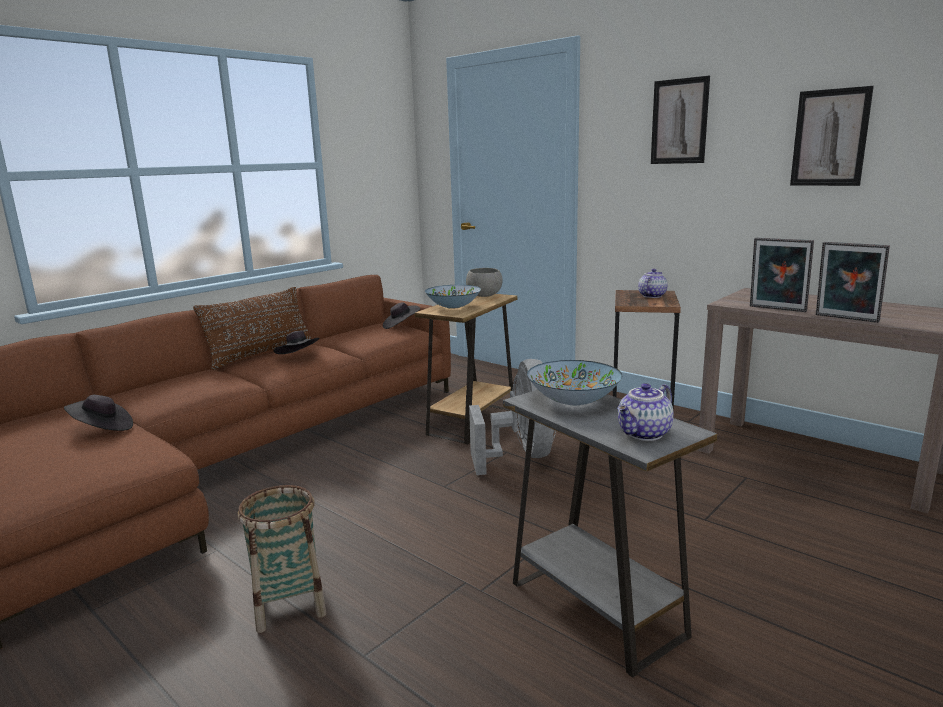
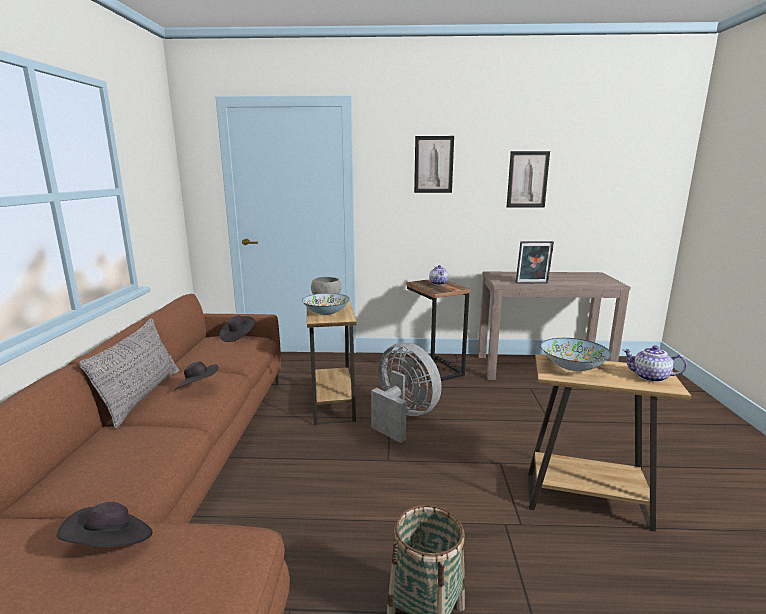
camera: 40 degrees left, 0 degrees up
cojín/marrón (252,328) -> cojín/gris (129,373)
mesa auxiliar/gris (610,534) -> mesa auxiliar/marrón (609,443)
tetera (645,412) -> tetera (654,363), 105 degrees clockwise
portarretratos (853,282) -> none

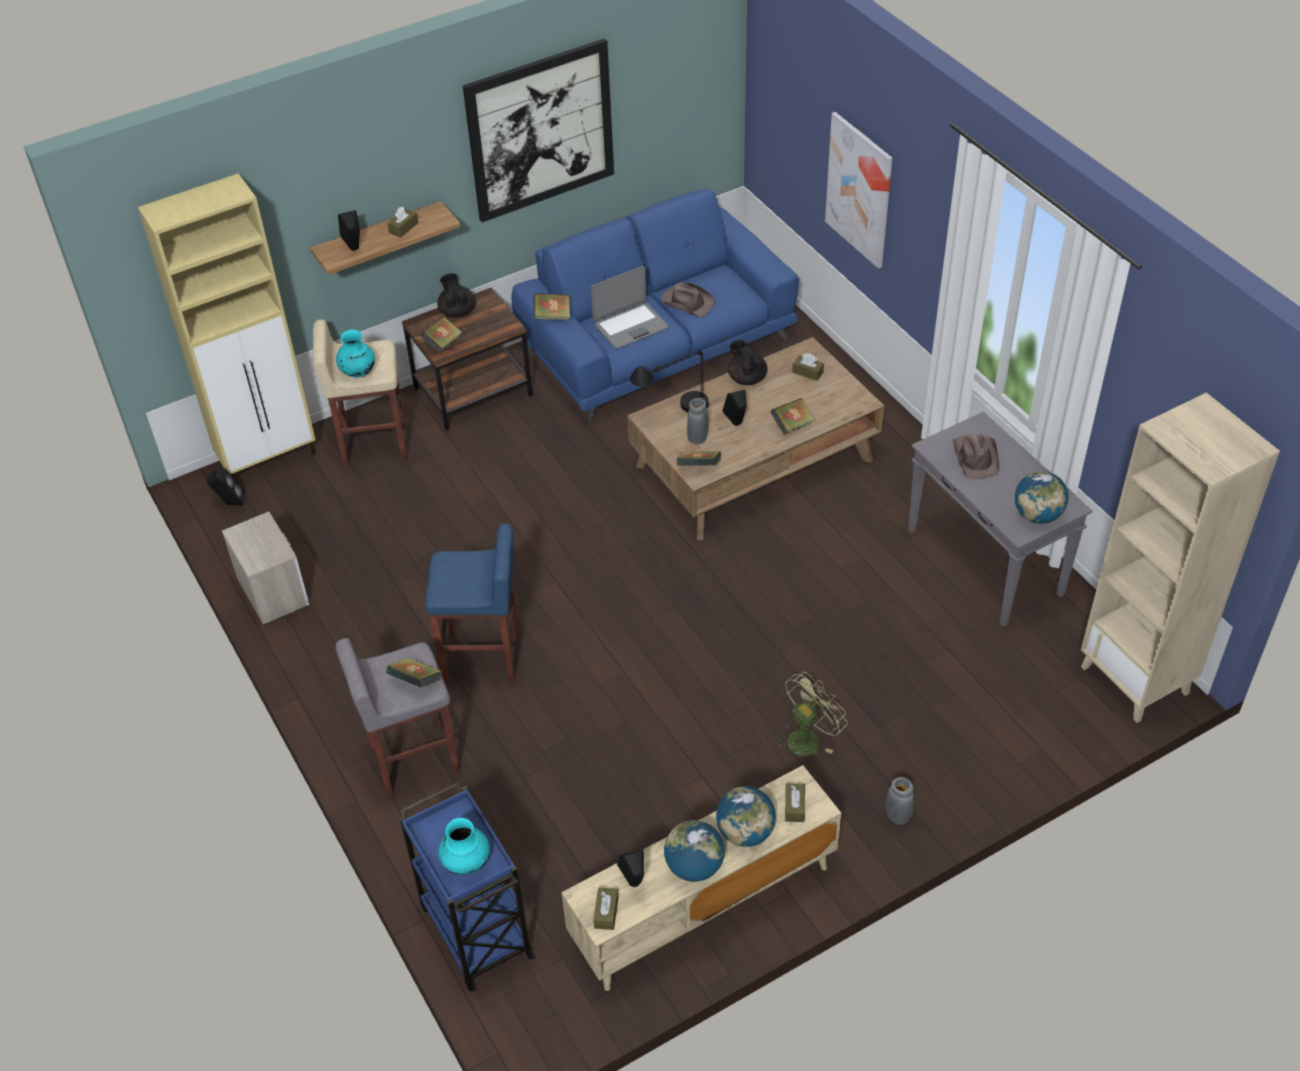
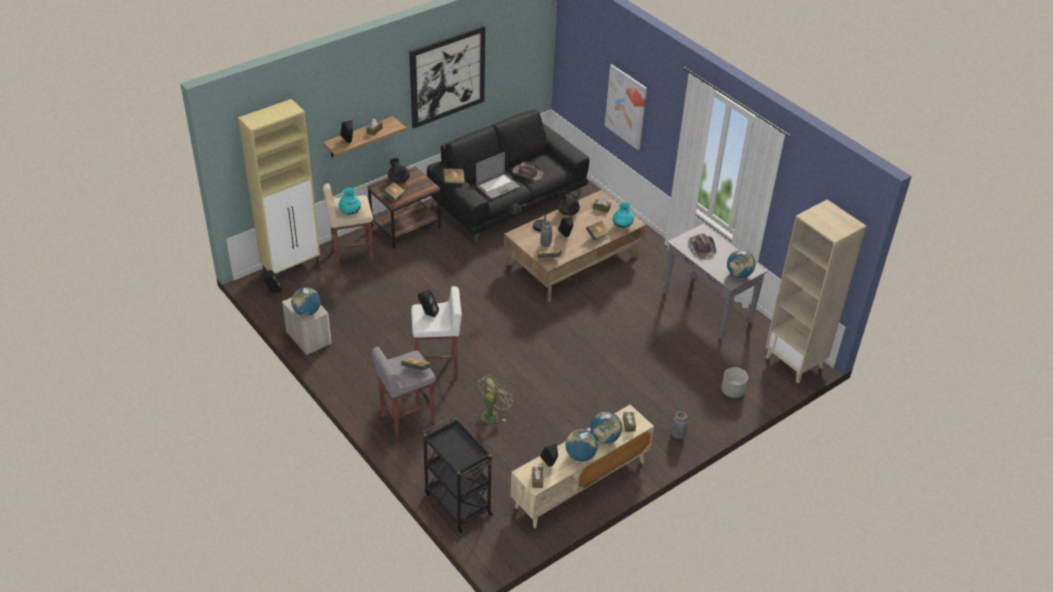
camera: 10 degrees left, 5 degrees down
carrito/azul (467,887) -> carrito/negro (458,475)
taburete/azul (472,604) -> taburete/blanco (436,332)
florero/turquesa (464,846) -> florero/turquesa (623,215), move
sofá/azul (655,306) -> sofá/negro (508,176)
ventilador/verde (812,714) -> ventilador/verde (494,399), move
none -> globo terráqueo (305,301)
none -> altavoz/negro (428,303)
none -> maceta/gris (734,382)

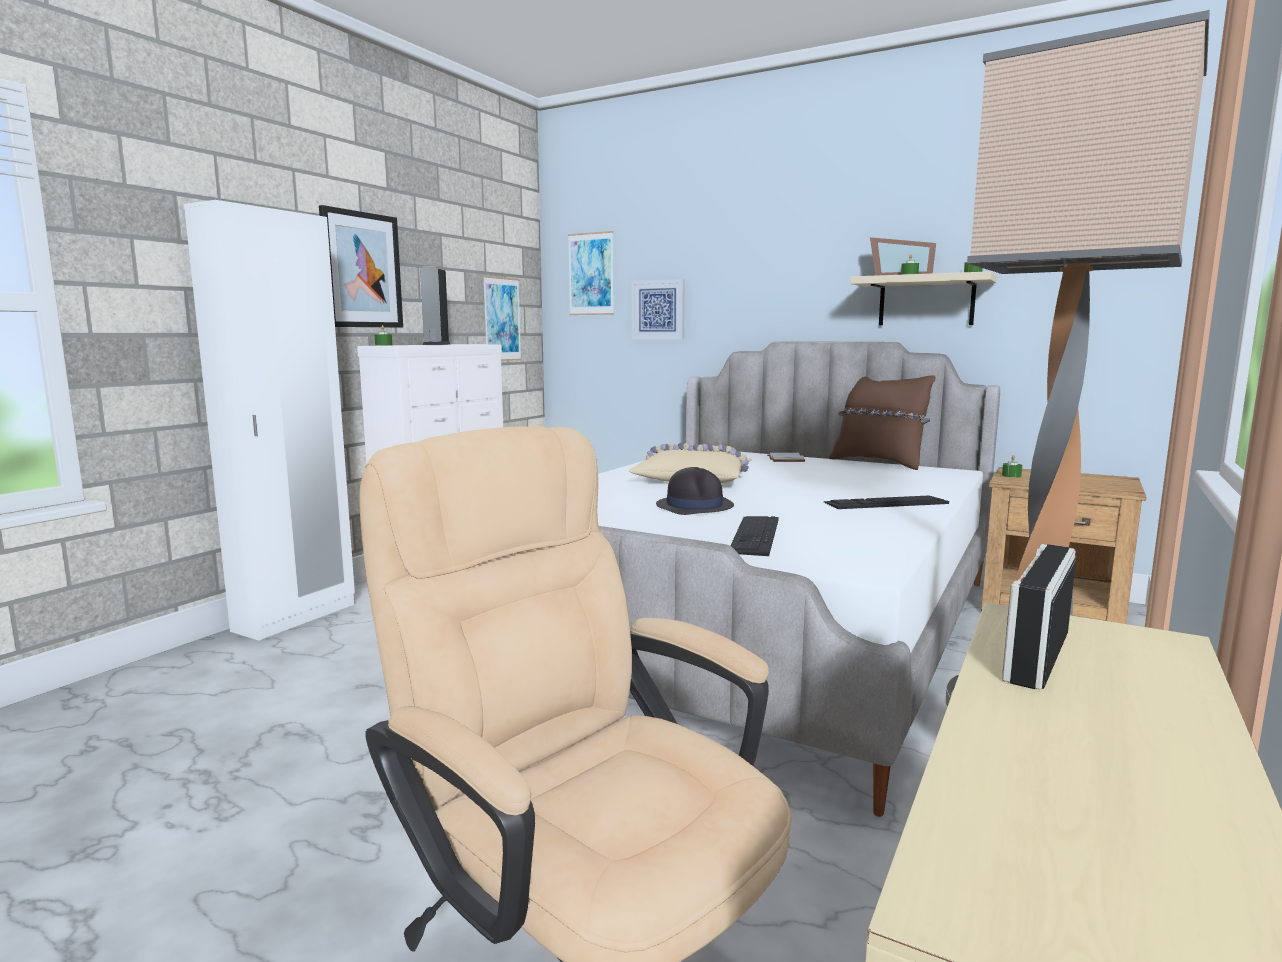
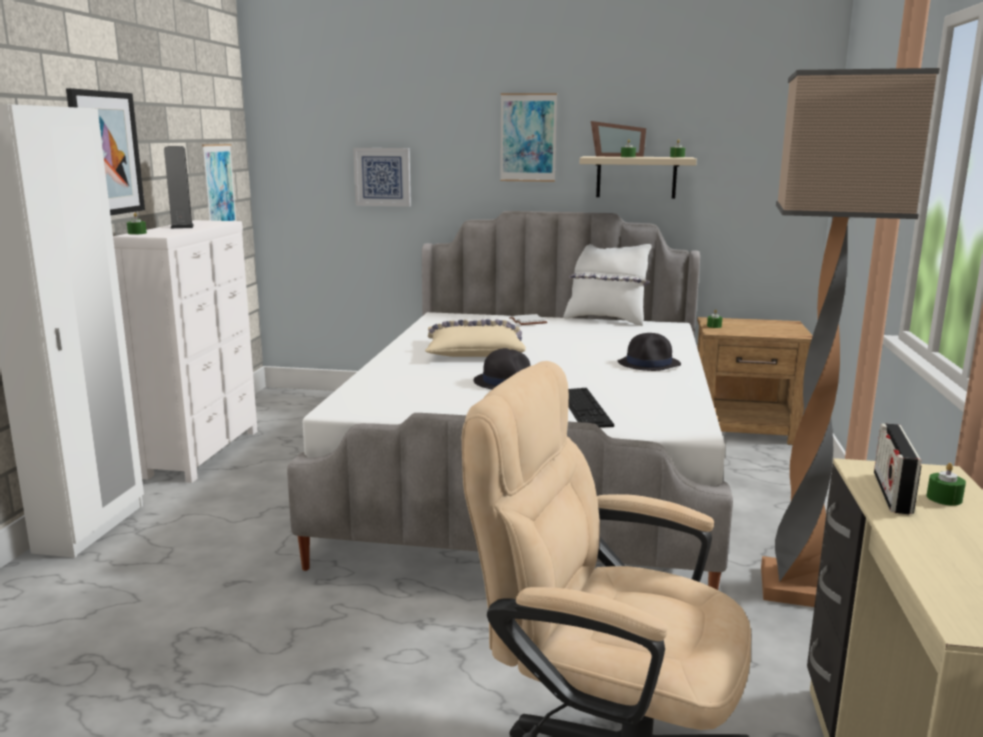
camera: 20 degrees left, 5 degrees up
cuadro (591,273) -> cuadro (528,137), move
teclado (886,502) -> sombrero/negro (649,352)
cojín/marrón (882,422) -> cojín/blanco (607,285)
none -> vela/verde (946,484)

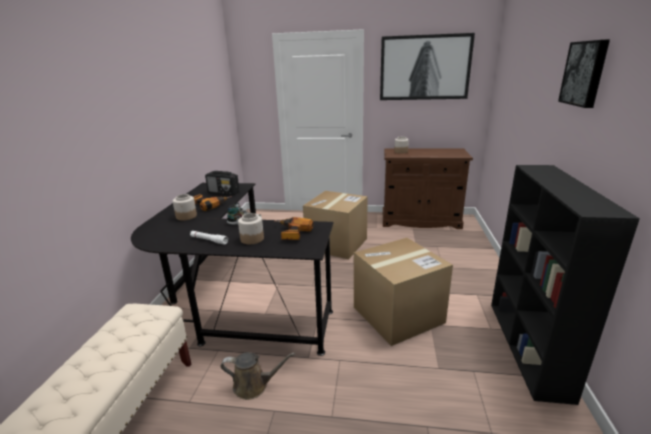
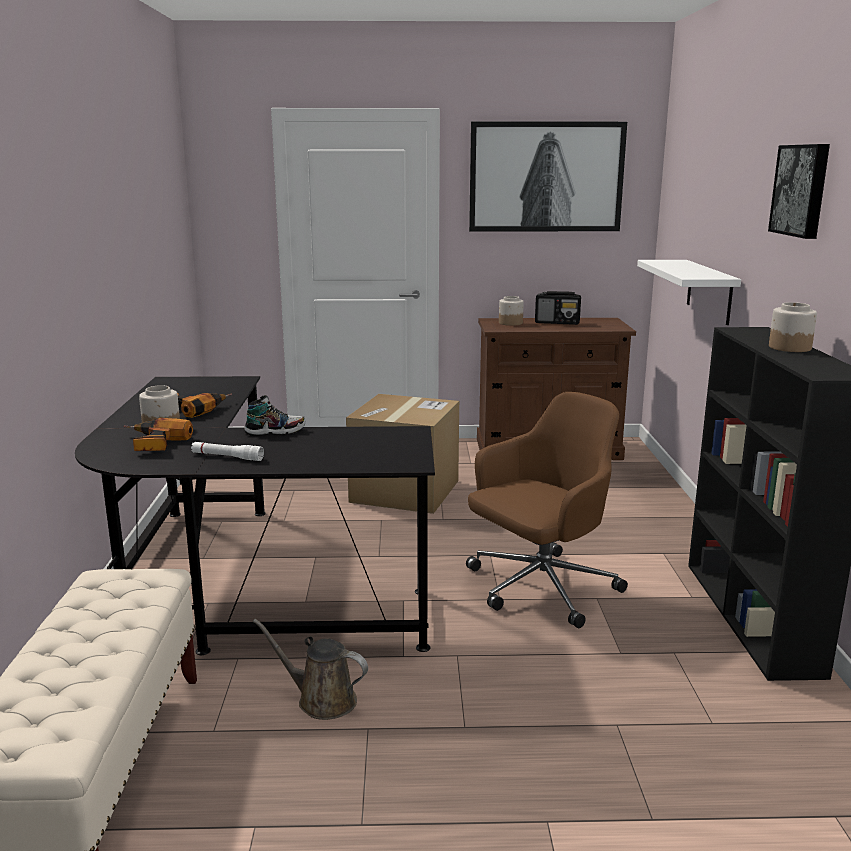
camera: 10 degrees left, 5 degrees down
radio (222,183) -> radio (558,308), move
regadera/marrón (258,376) -> regadera/marrón (310,669), 150 degrees counterclockwise
tarro (251,228) -> tarro (793,327), move
taladro (294,228) -> taladro (158,434), move
caja de cartón (403,292) -> silla de oficina/marrón (547,510)
none -> estante/blanco (689,292)

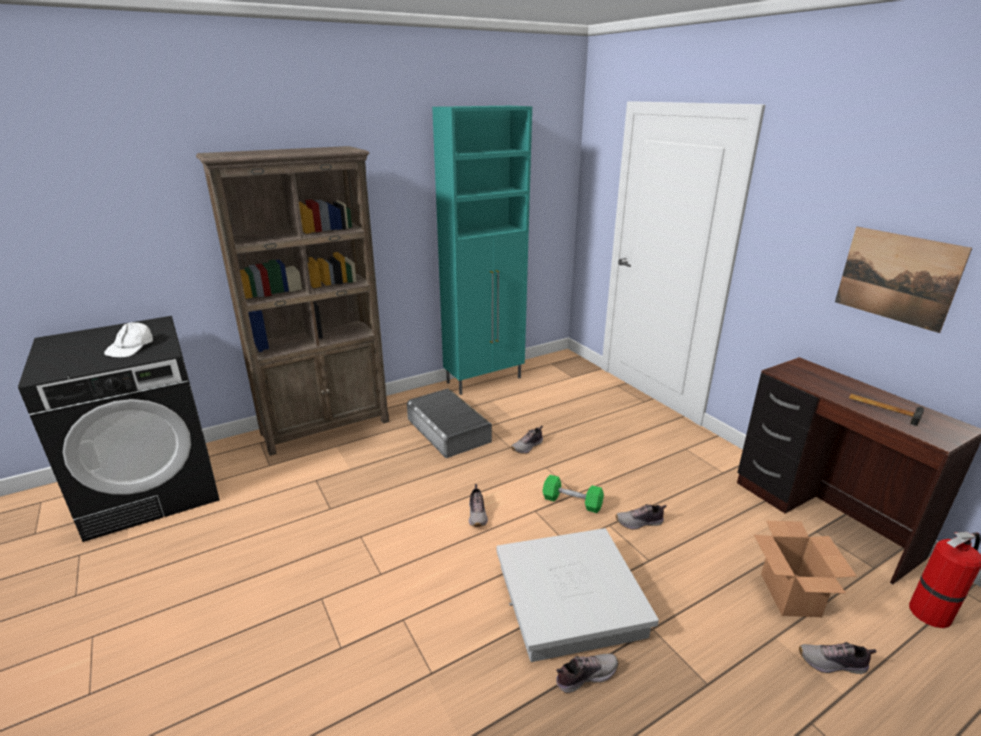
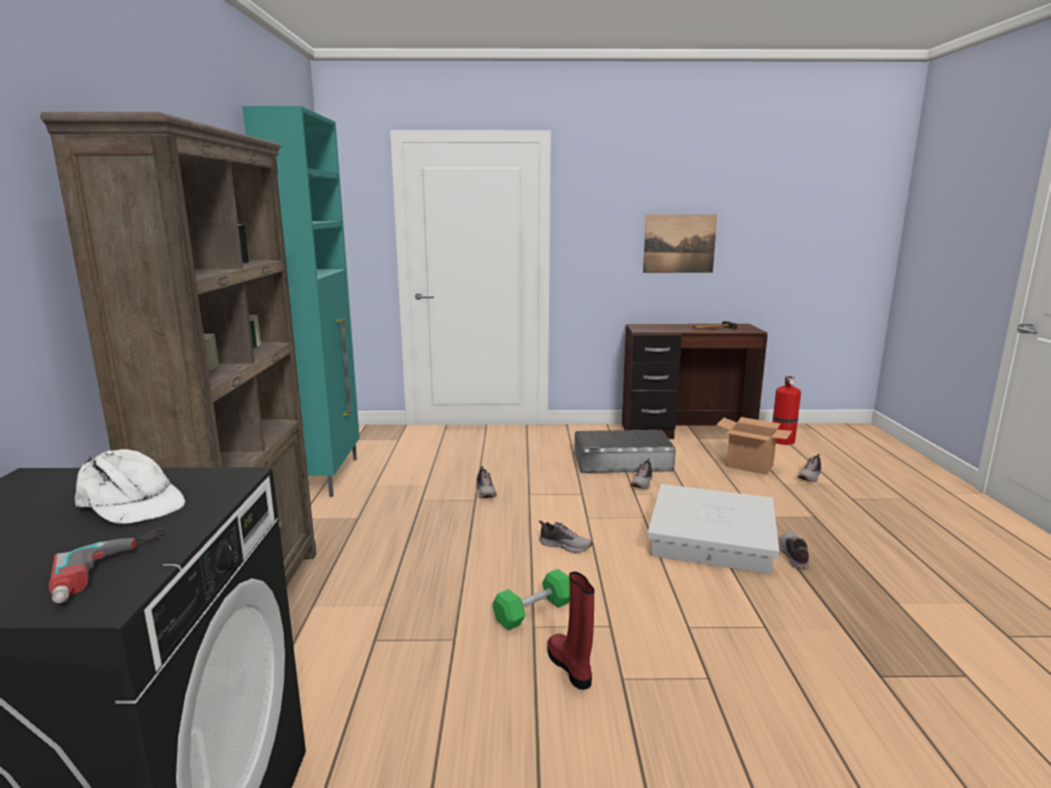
camera: 60 degrees left, 10 degrees down
caja de almacenaje/gris (449,423) -> caja de almacenaje/gris (625,451), move
mancuerna/verde (573,494) -> mancuerna/verde (531,600), move
none -> taladro (106,565)
none -> bota/rojo (570,631)

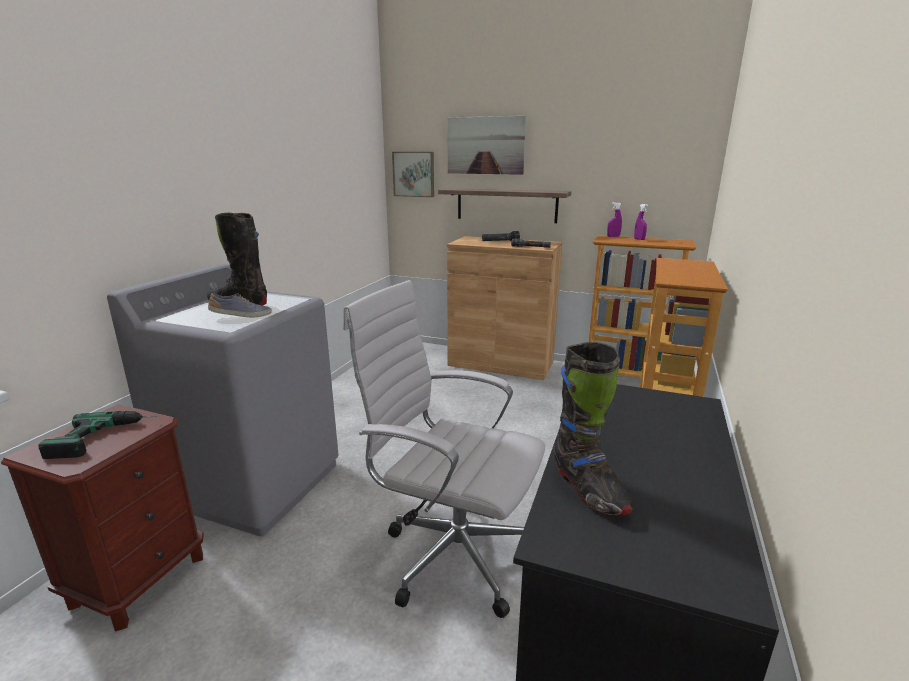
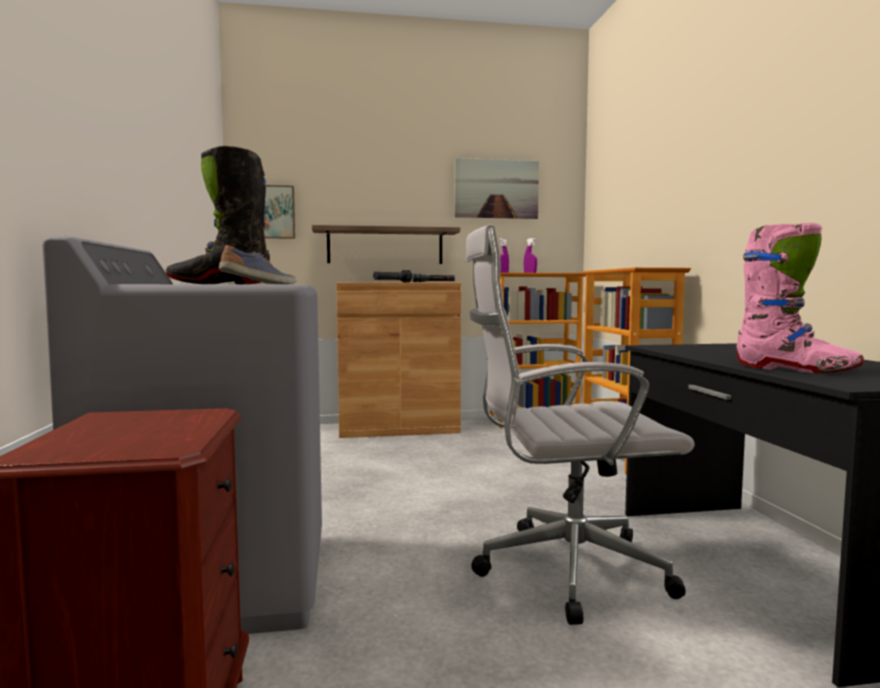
camera: 30 degrees left, 15 degrees down
taladro (98,435) -> none
cuadro (486,145) -> cuadro (497,188), move
bota/negro (593,429) -> bota/rosa (800,298)

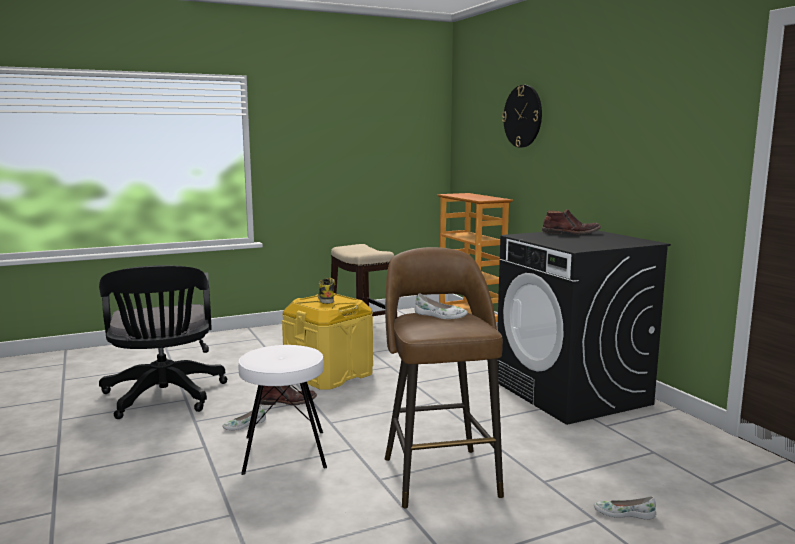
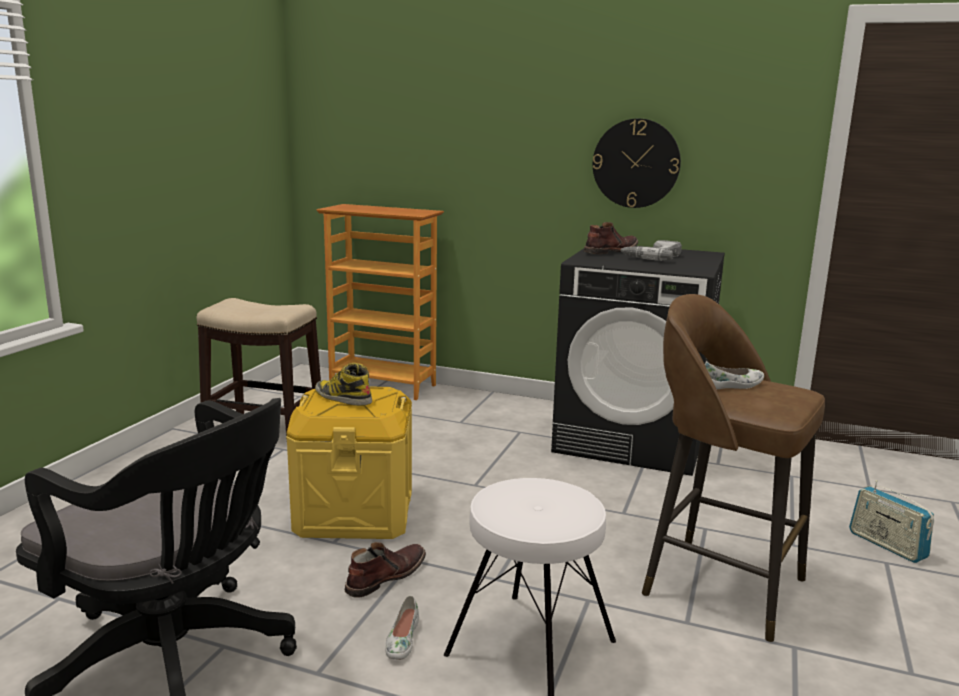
camera: 45 degrees left, 5 degrees up
reloj de pared (522,116) -> reloj de pared (637,163), move
zapato/blanco (625,508) -> radio (891,521)
none -> taladro (651,250)

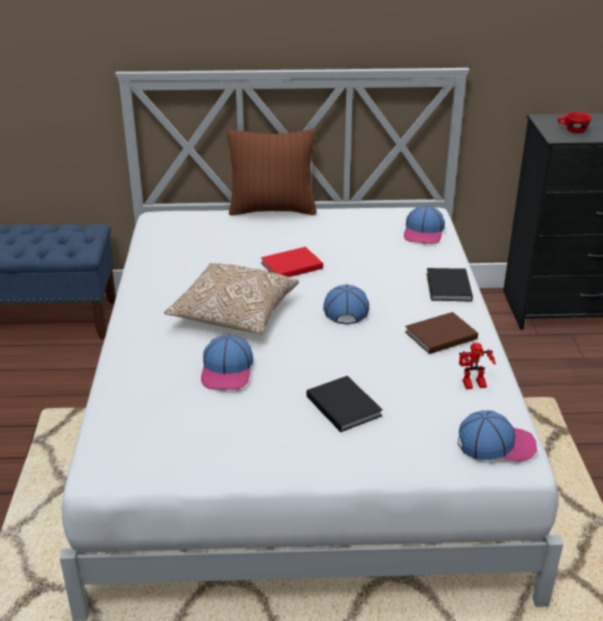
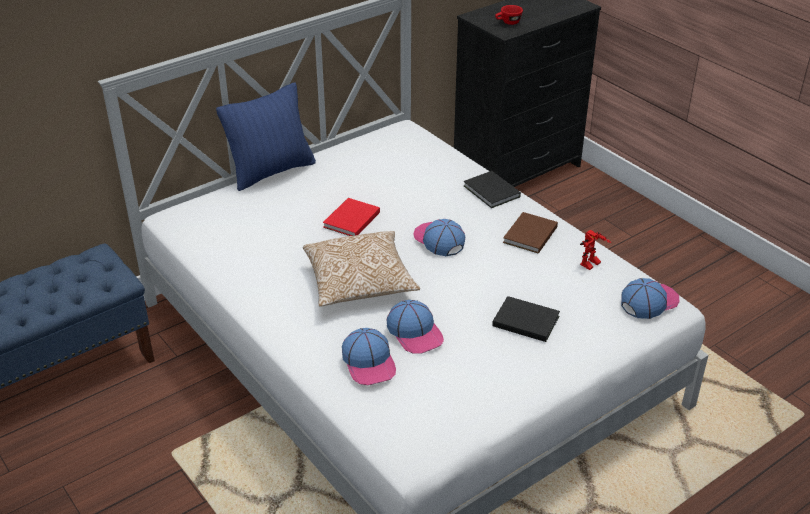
camera: 35 degrees left, 5 degrees up
cojín/marrón (272,172) -> cojín/azul (266,136)
gorra (424,224) -> gorra (369,356), move

